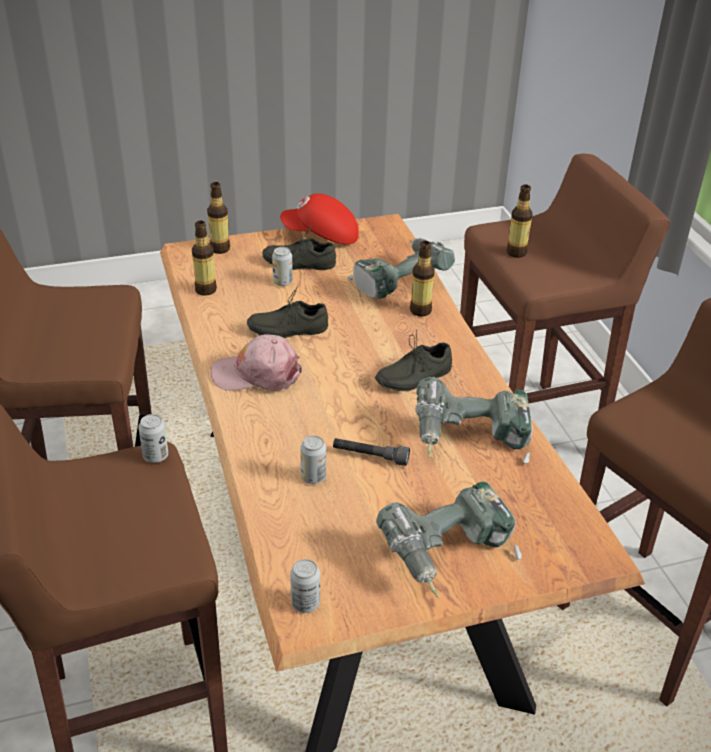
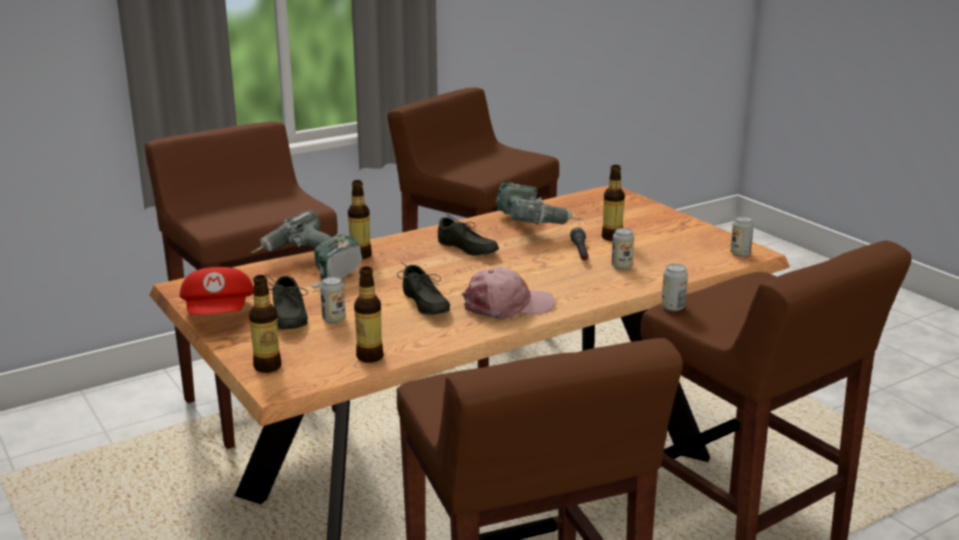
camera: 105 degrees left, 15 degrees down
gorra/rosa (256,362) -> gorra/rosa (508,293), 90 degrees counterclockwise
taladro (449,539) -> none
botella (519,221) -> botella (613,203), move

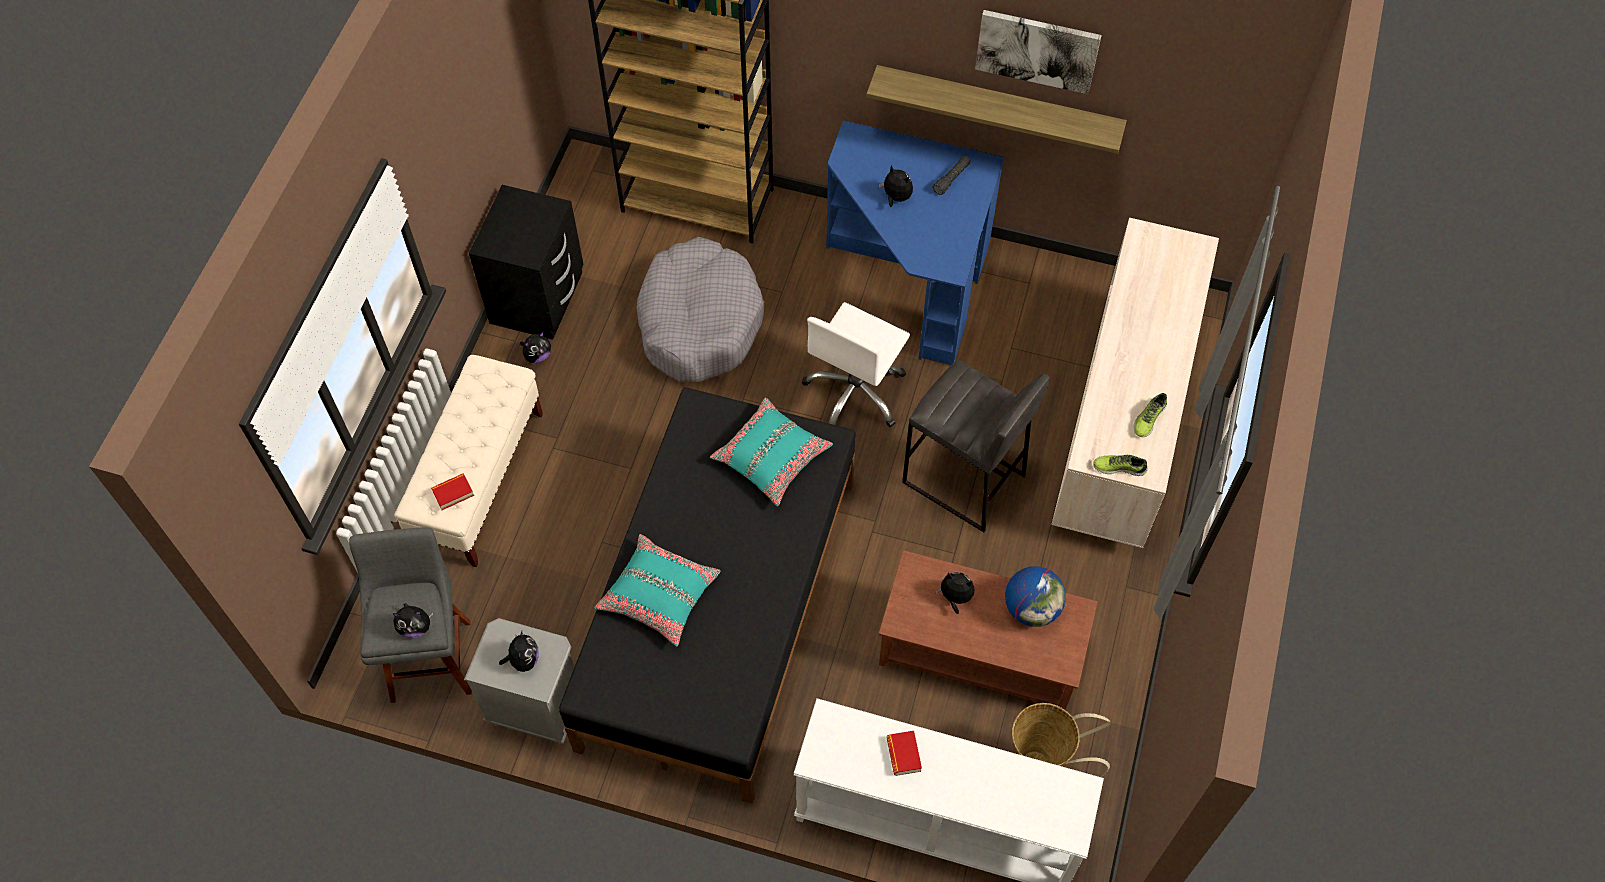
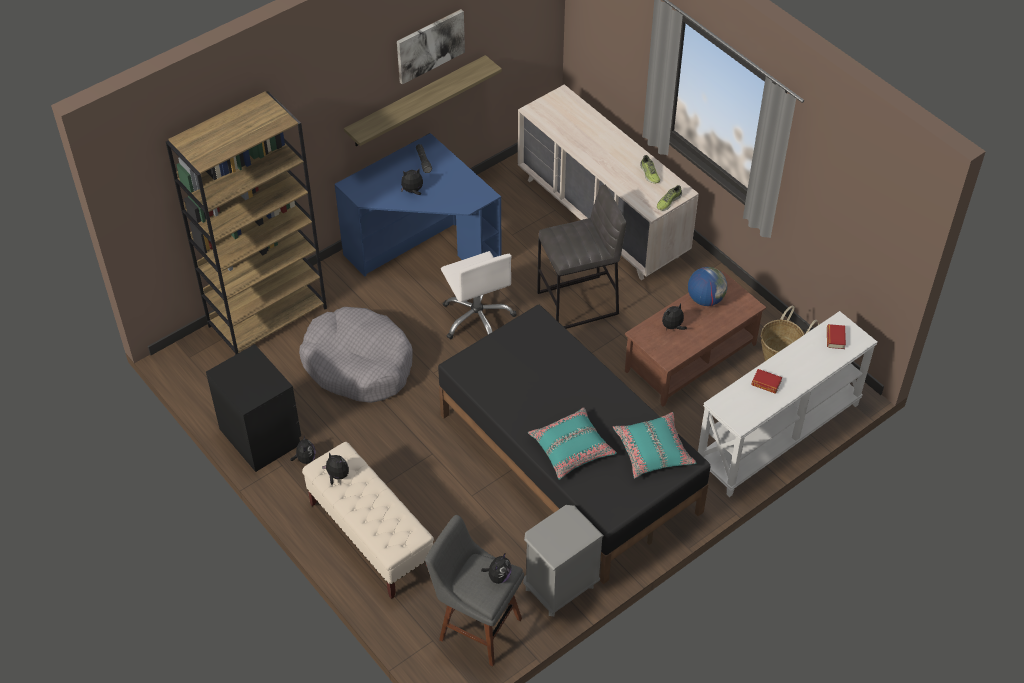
camera: 55 degrees left, 10 degrees down
libro (452,491) -> libro (836,336), move
peluche (519,651) -> peluche (335,468), move
cojín/turquesa (771,452) -> cojín/turquesa (655,445), move

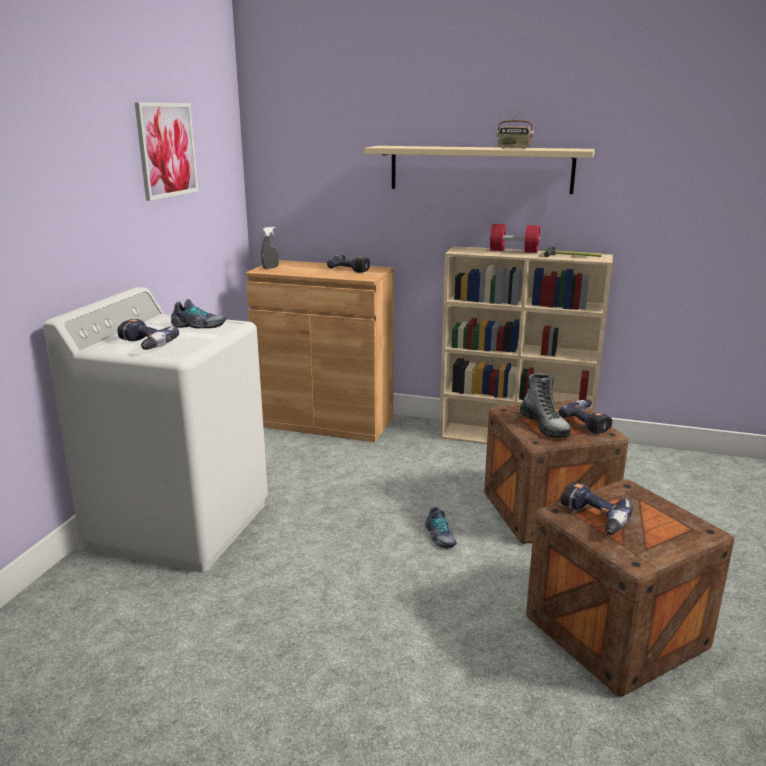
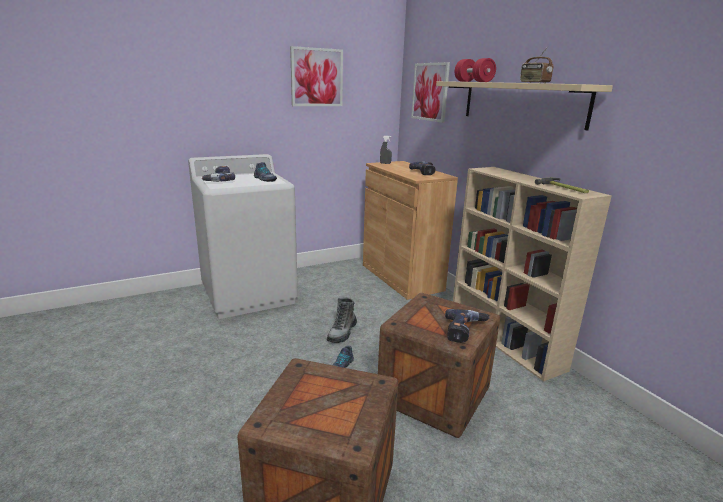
camera: 45 degrees right, 0 degrees up
mancuerna/rojo (515,238) -> mancuerna/rojo (475,70), move
bota (545,405) -> bota (342,320), move
taladro (597,508) -> none
none -> cuadro (430,92)

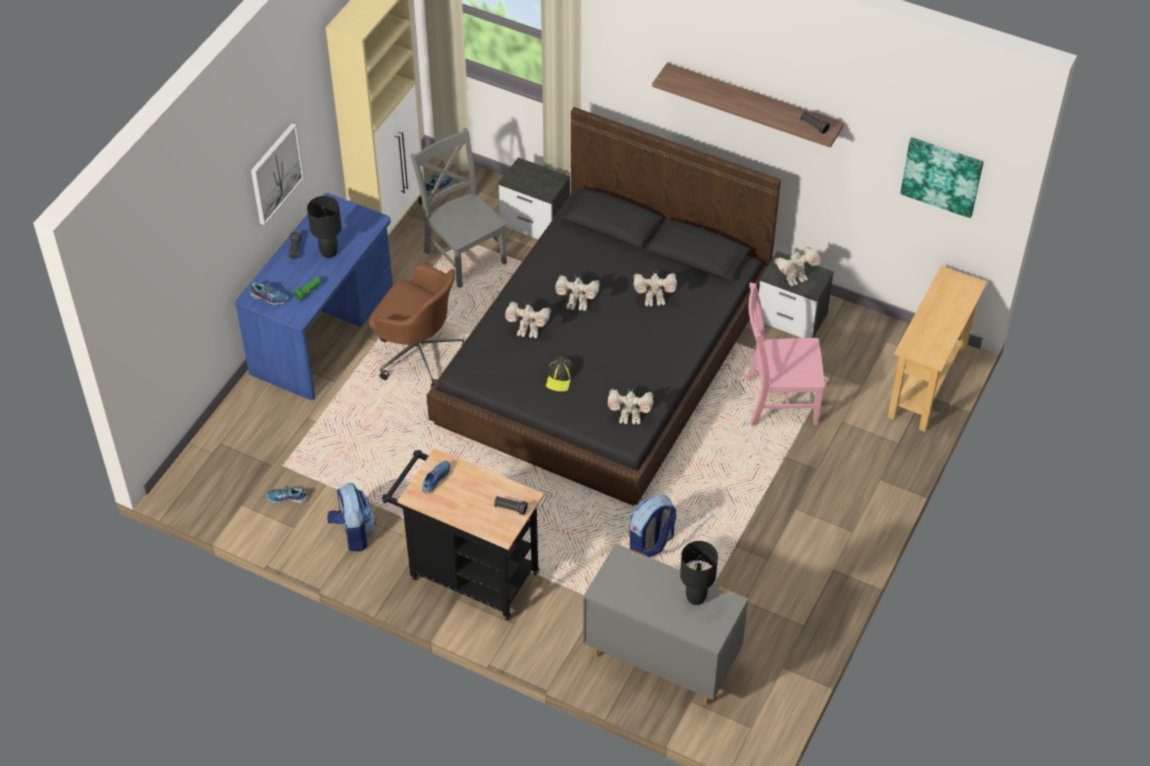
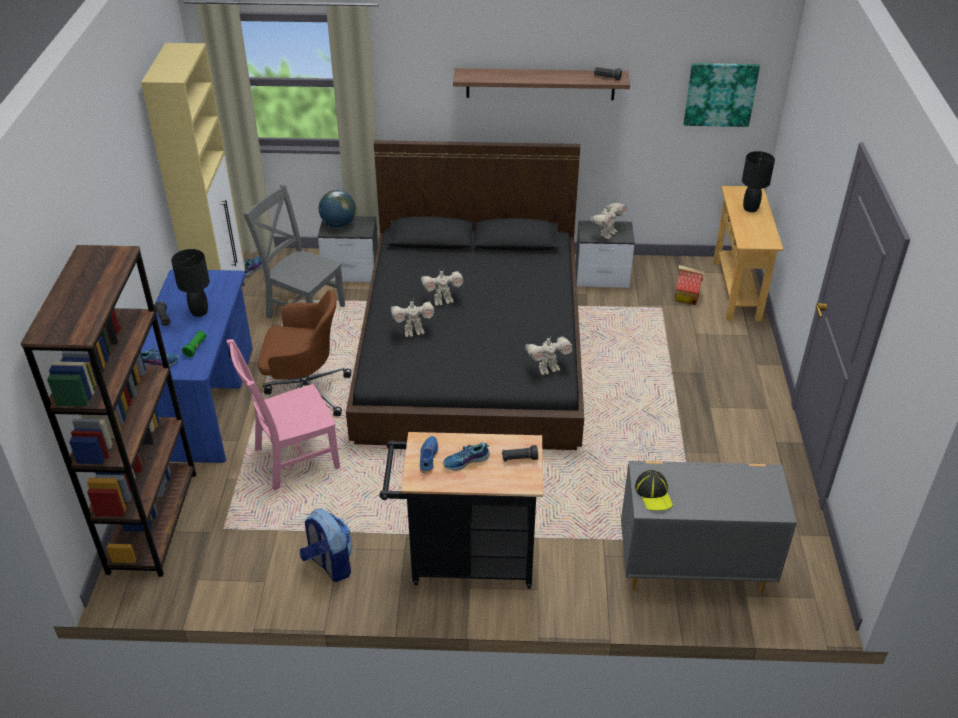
camera: 25 degrees left, 10 degrees down
cuadro (277,174) -> none
zapato (287,495) -> zapato (466,456), move
gorra (560,374) -> gorra (654,490), move
mochila (653,525) -> none
robot de juguete (655,289) -> none
lámpara de mesa/negro (699,573) -> lámpara de mesa/negro (758,181), move
silla/rosa (785,354) -> silla/rosa (283,415), move
none -> estantería/marrón (108,411)
none -> globo terráqueo (337,208)
none -> casita (689,285)

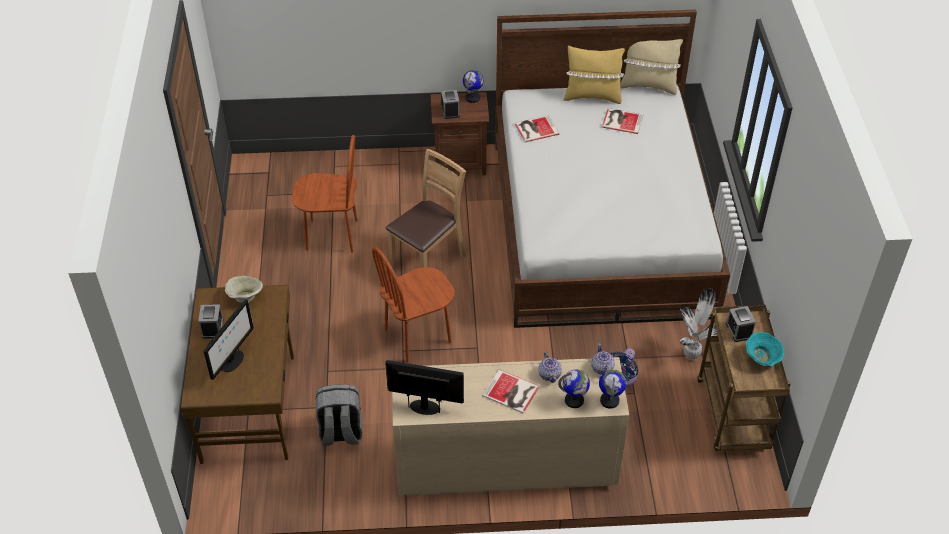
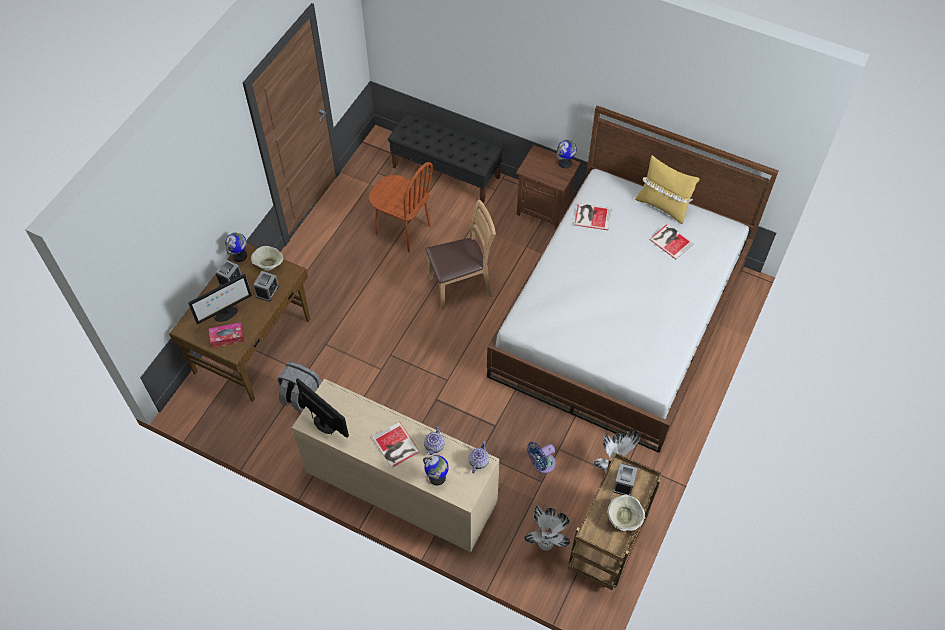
camera: 30 degrees right, 10 degrees up
silla/marrón (413,305) -> none
despertador (450,104) -> despertador (266,286), move
globo terráqueo (612,389) -> globo terráqueo (236,247), move
cojín/beis (651,67) -> none
cuenco/turquesa (765,349) -> cuenco/beis (626,513)
none -> caja de pañuelos (227,335)
none -> banco/negro (445,157)
none -> planta en maceta (547,528)

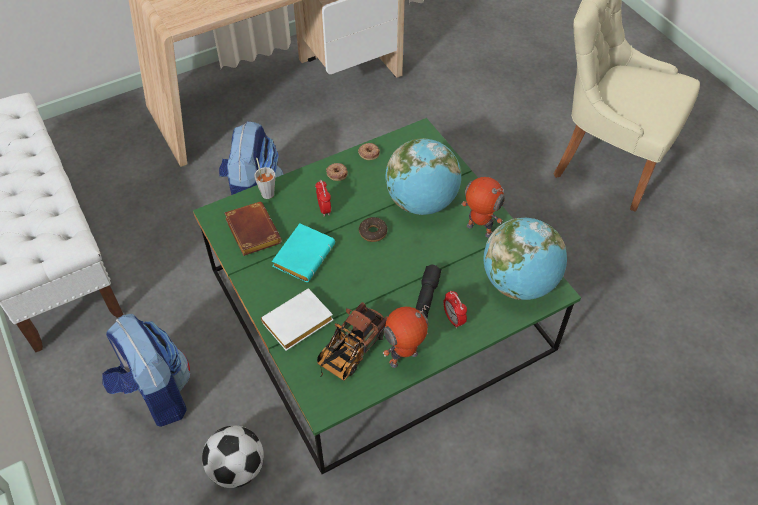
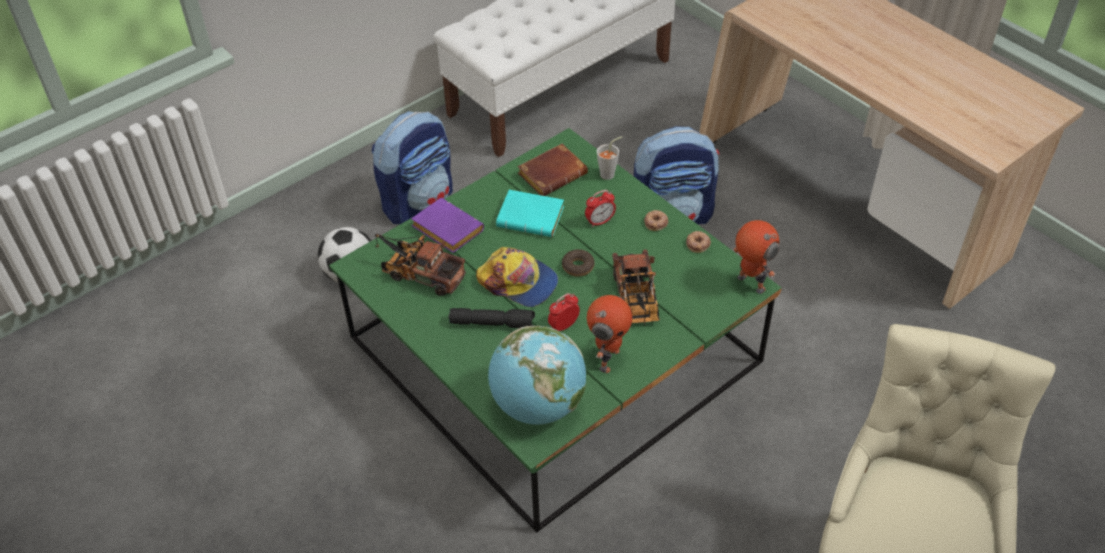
camera: 80 degrees right, 5 degrees down
libro/blanco (297,320) -> libro/morado (447,225)
robot de juguete (406,336) -> robot de juguete (756,257), move
globo terráqueo (423,176) -> camión de juguete (636,287)
despertador (455,309) -> despertador (564,312), move
none -> gorra (517,277)

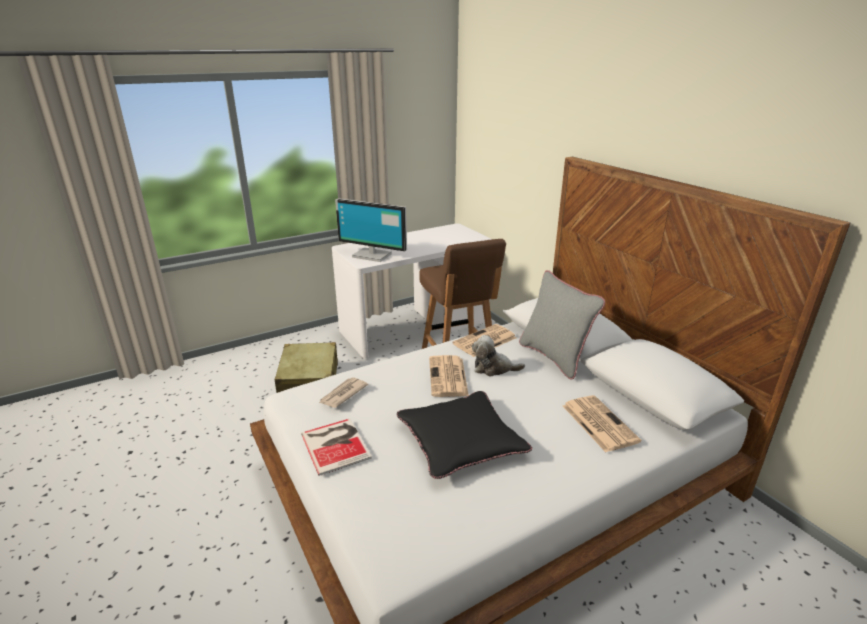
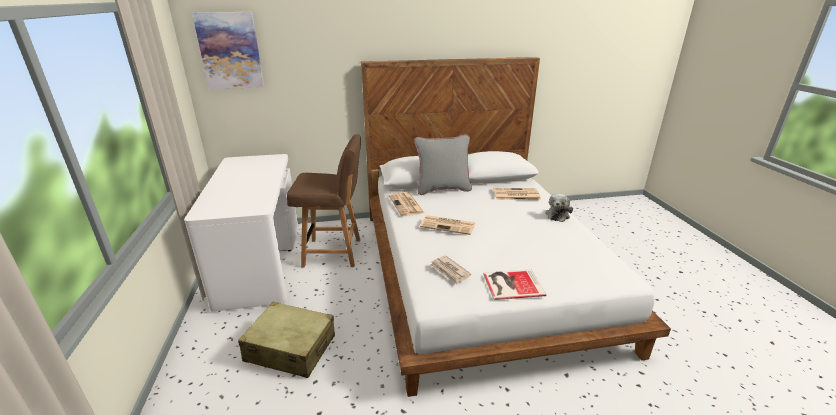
camera: 70 degrees left, 0 degrees up
monitor (371,230) -> none
cojín/negro (464,435) -> none
peluche (498,355) -> peluche (559,208), move
none -> cuadro (228,50)

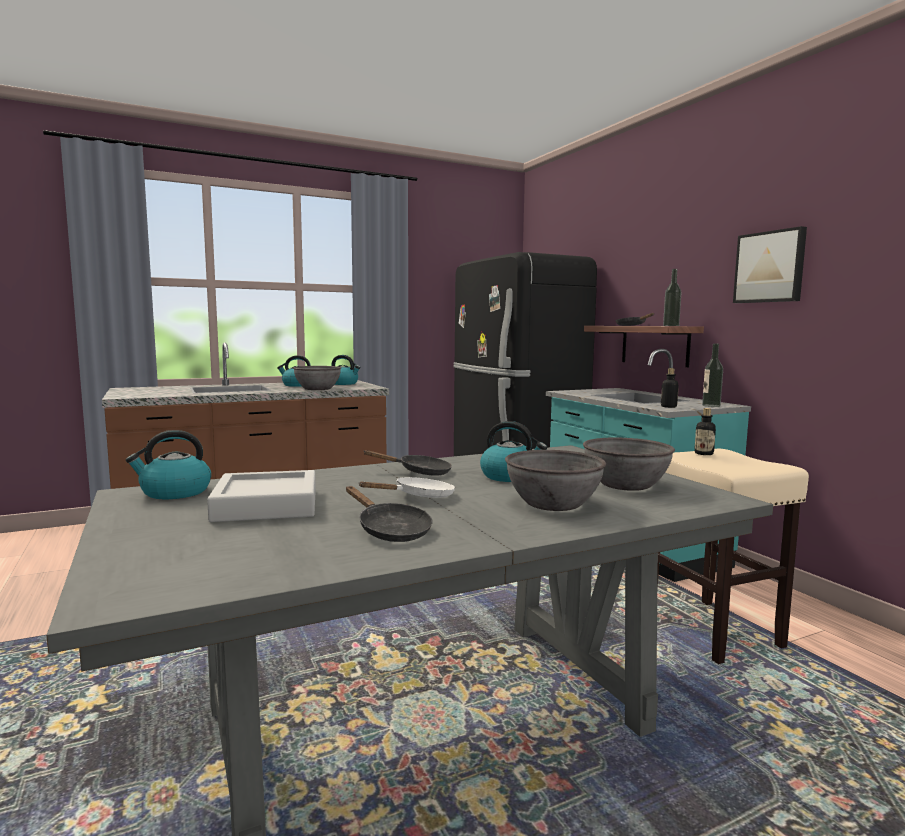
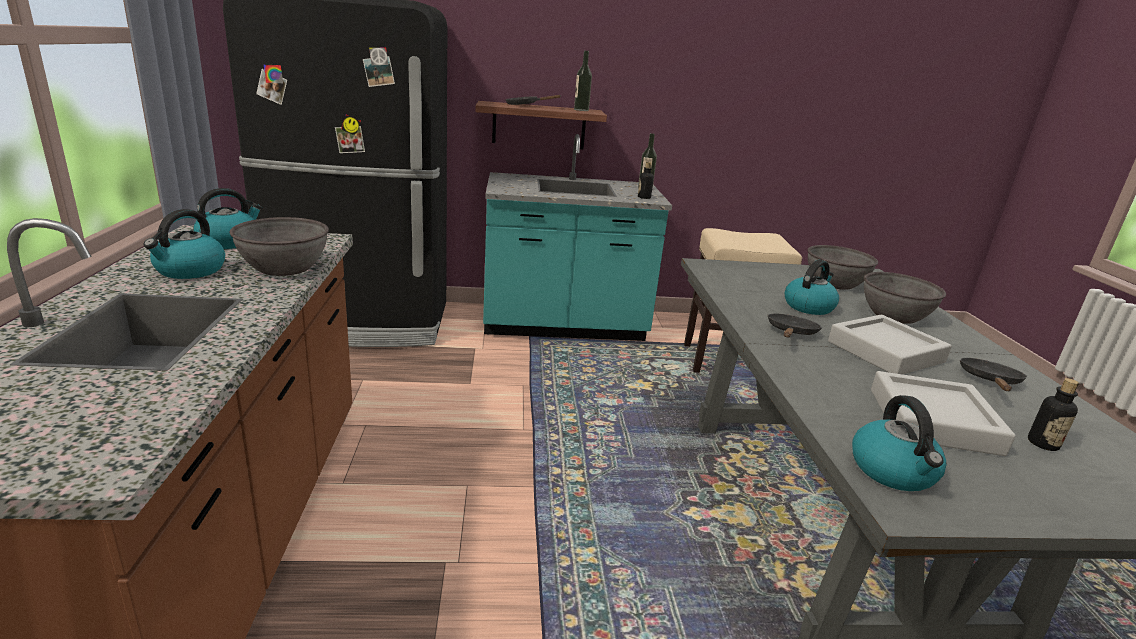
camera: 70 degrees left, 15 degrees up
sartén/negro (389,514) -> sartén/negro (993,374), 45 degrees counterclockwise
sartén/blanco (406,487) -> bandeja/gris (890,344)
botella (705,431) -> botella (1053,414), move
cuadro (770,264) -> none

